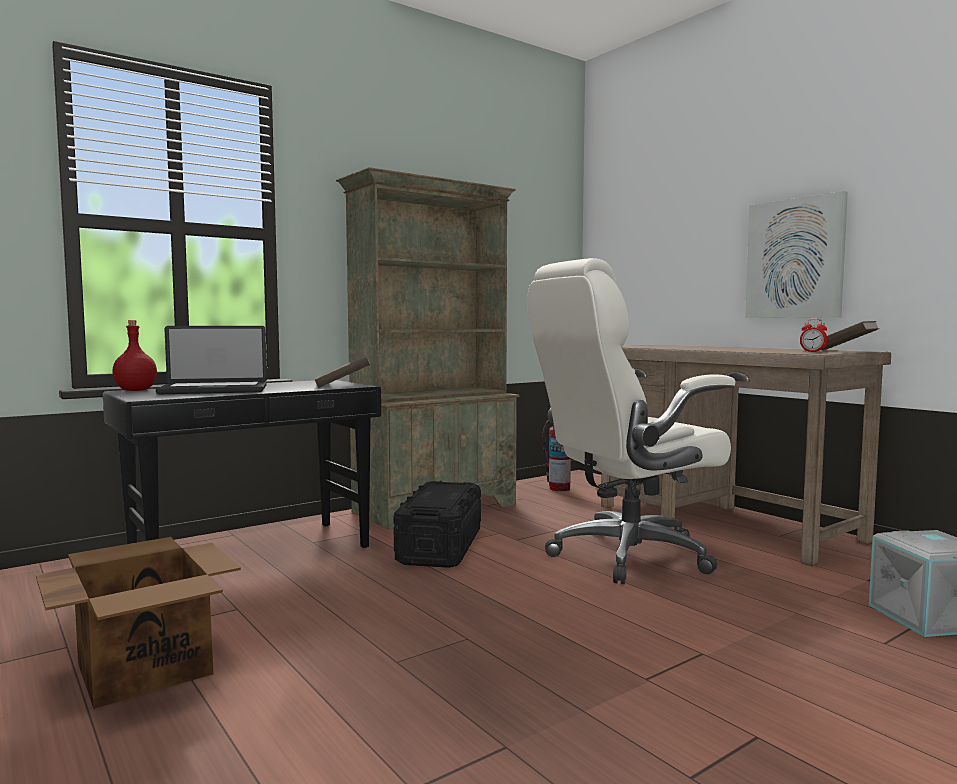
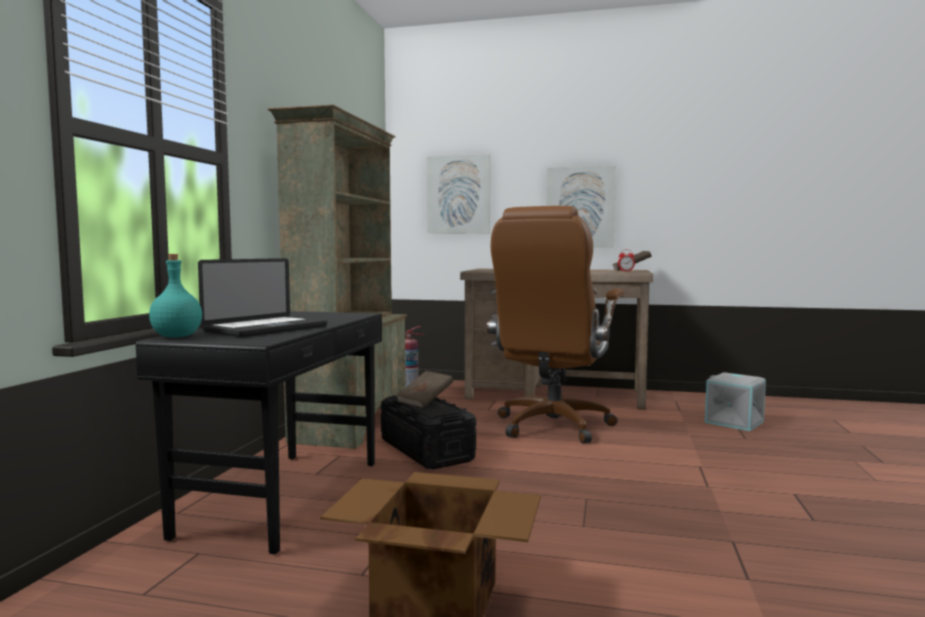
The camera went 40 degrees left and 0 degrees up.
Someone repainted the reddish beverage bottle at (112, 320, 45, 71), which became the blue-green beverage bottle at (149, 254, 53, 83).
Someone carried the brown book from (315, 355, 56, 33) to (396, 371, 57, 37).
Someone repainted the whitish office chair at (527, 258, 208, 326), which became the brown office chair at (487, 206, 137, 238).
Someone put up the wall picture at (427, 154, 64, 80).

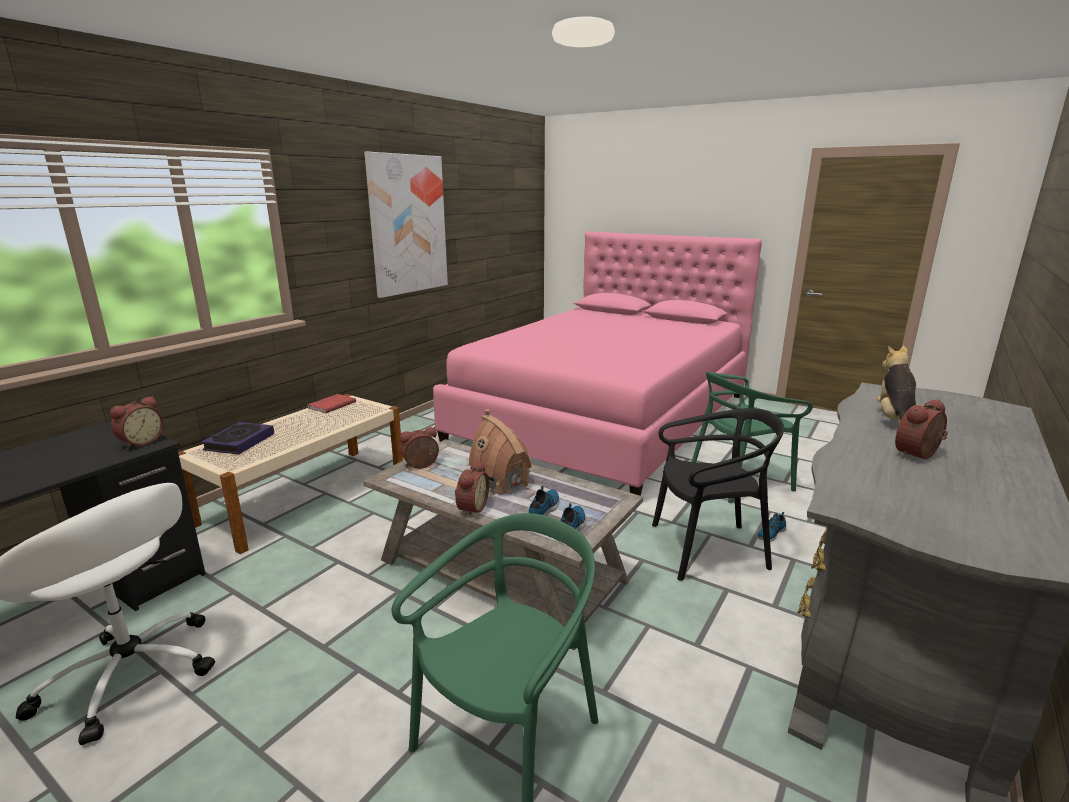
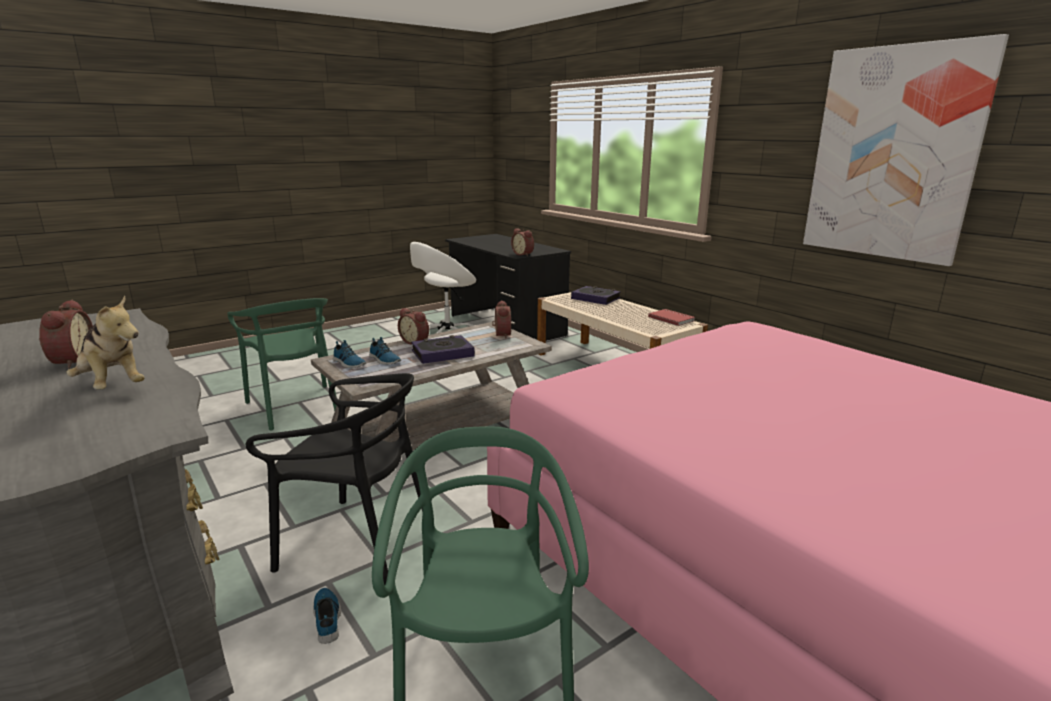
The camera went 110 degrees right and 0 degrees up.
Someone swapped the model house at (468, 409, 64, 86) for the book at (411, 335, 64, 29).
Someone rotated the black plain chair at (652, 408, 132, 173) by 90 degrees counterclockwise.

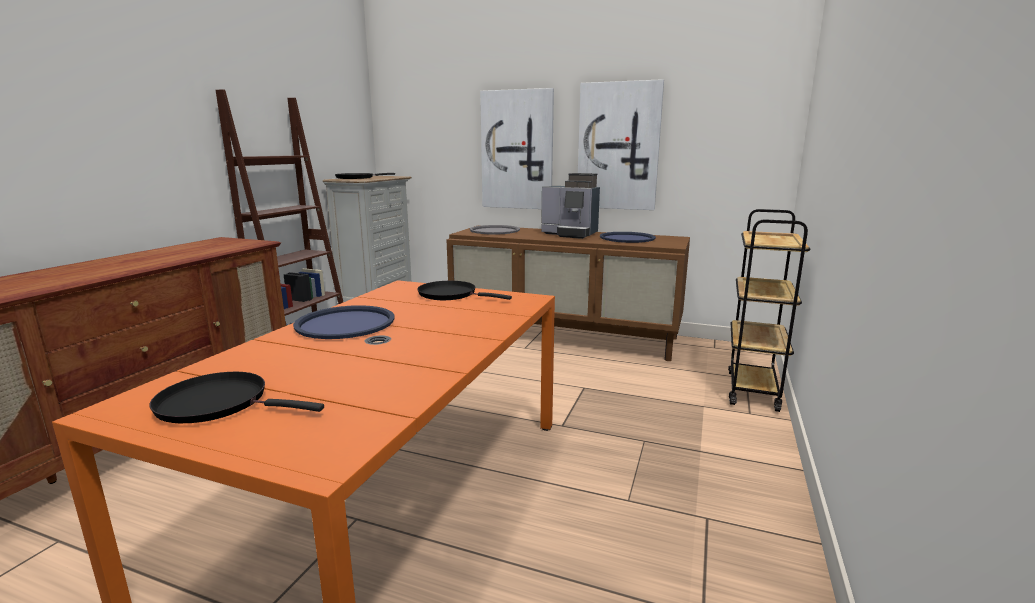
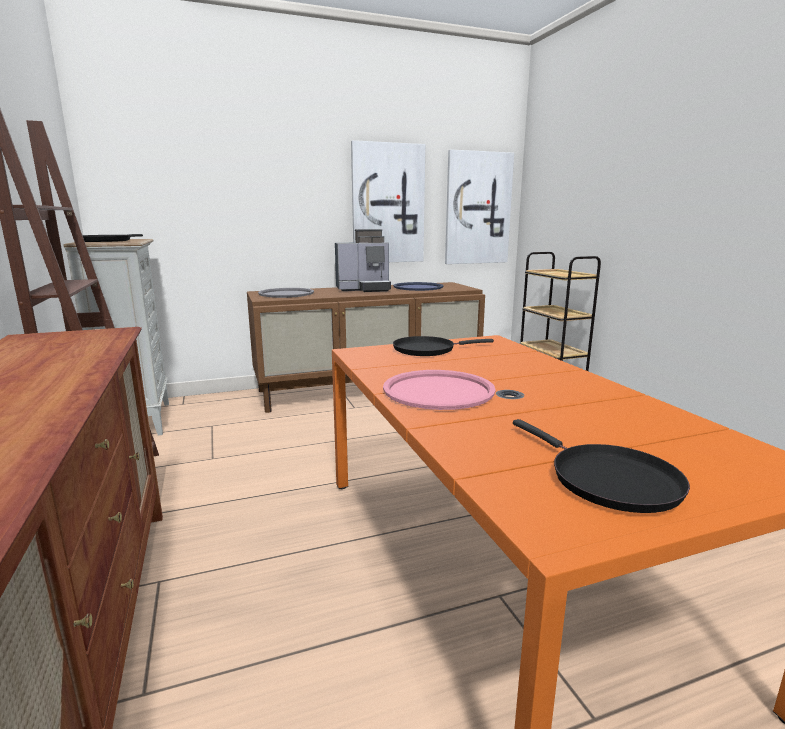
The camera went 40 degrees left and 0 degrees up.
Someone rotated the black frying pan at (149, 372, 175, 51) by 90 degrees counterclockwise.
Someone repainted the blue-coloured tray at (293, 305, 102, 34), which became the pink tray at (383, 370, 113, 40).
Someone carried the wall picture from (480, 88, 74, 121) to (445, 149, 69, 115).

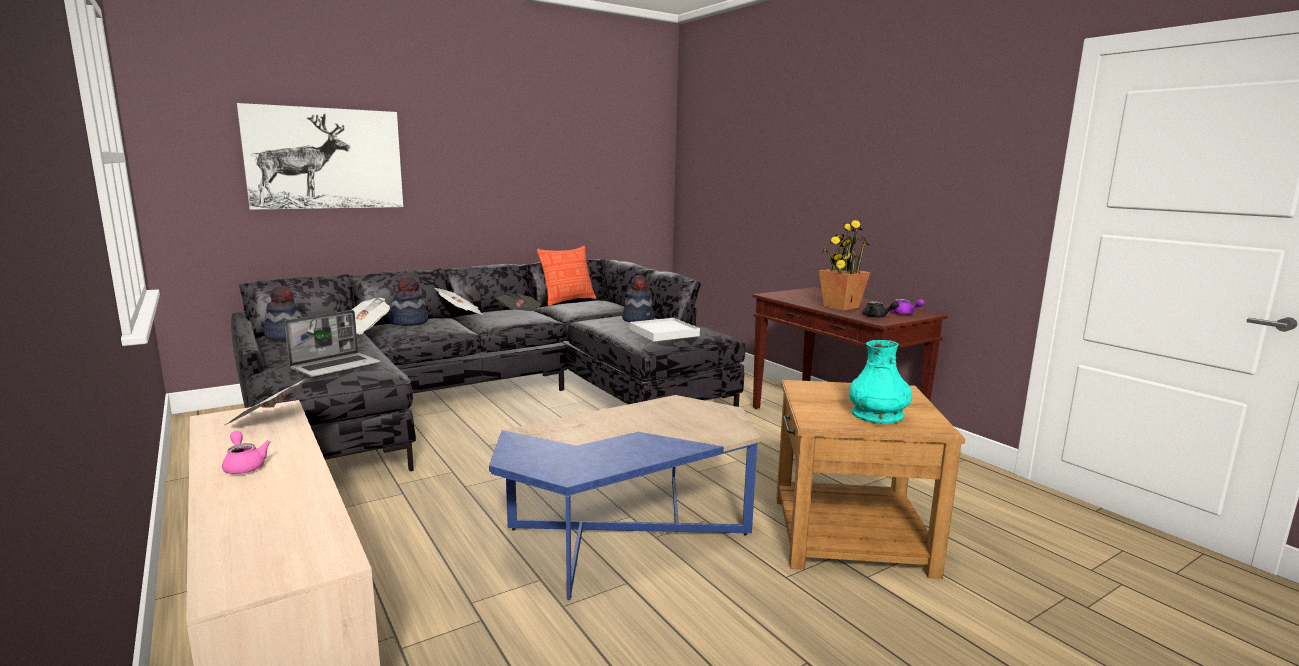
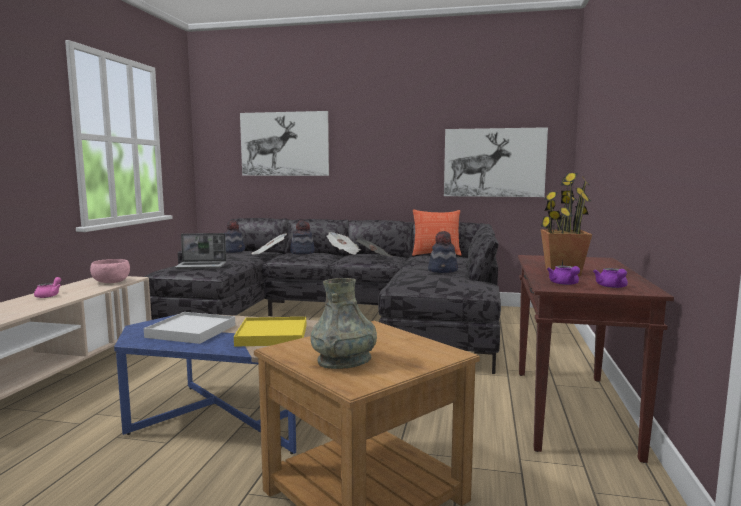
The camera went 45 degrees right and 5 degrees down.
Someone swapped the daily paper at (225, 378, 84, 47) for the pink serving bowl at (90, 259, 40, 24).
Someone carried the whitish tray from (629, 318, 71, 24) to (144, 312, 91, 32).
Someone repainted the blue-green flower vase at (849, 340, 63, 84), which became the gray flower vase at (311, 278, 66, 91).
Someone repainted the black pot for tea at (863, 301, 36, 17), which became the purple pot for tea at (547, 265, 33, 20).
Someone put down the yellowish tray at (234, 317, 72, 30).
Someone put up the wall picture at (444, 127, 104, 70).

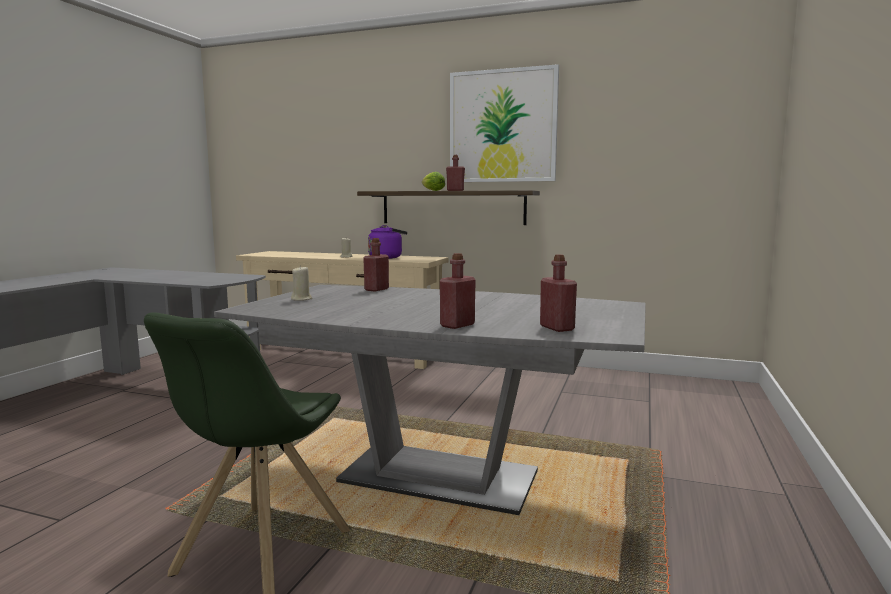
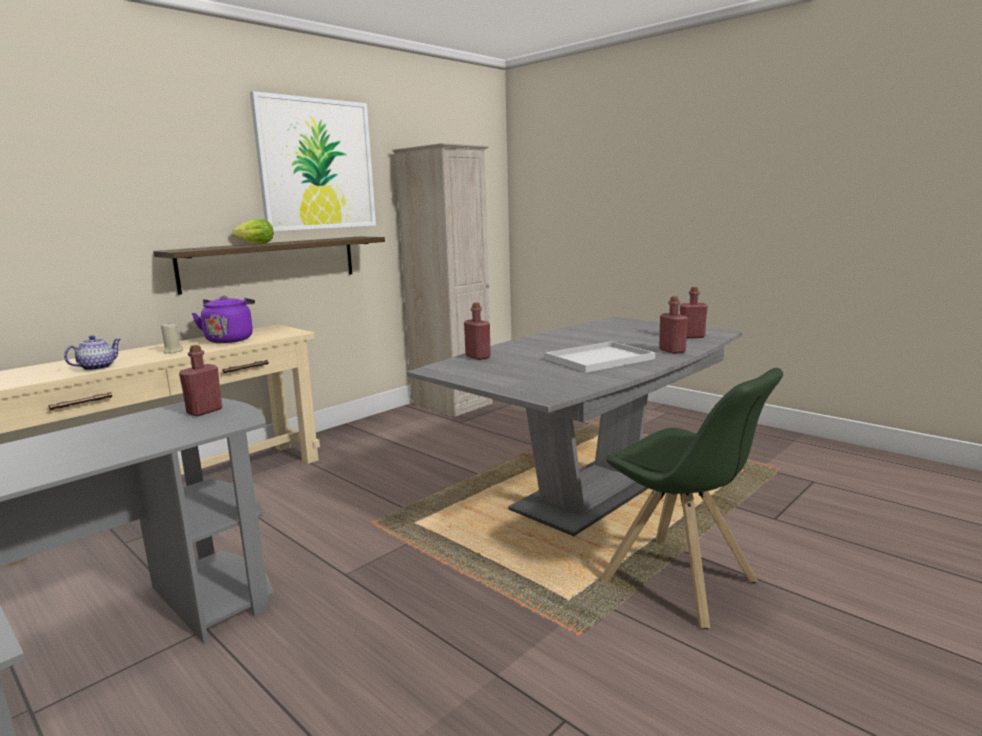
The camera went 65 degrees left and 5 degrees up.
Someone took away the beige-coloured wax light at (291, 265, 22, 36).
Someone carried the reddish beverage bottle from (446, 155, 19, 36) to (179, 345, 43, 71).
Someone put down the pot for tea at (64, 335, 57, 35).
Someone put down the beige-coloured storage cabinet at (392, 143, 100, 274).
Someone put down the whitish tray at (545, 341, 110, 32).

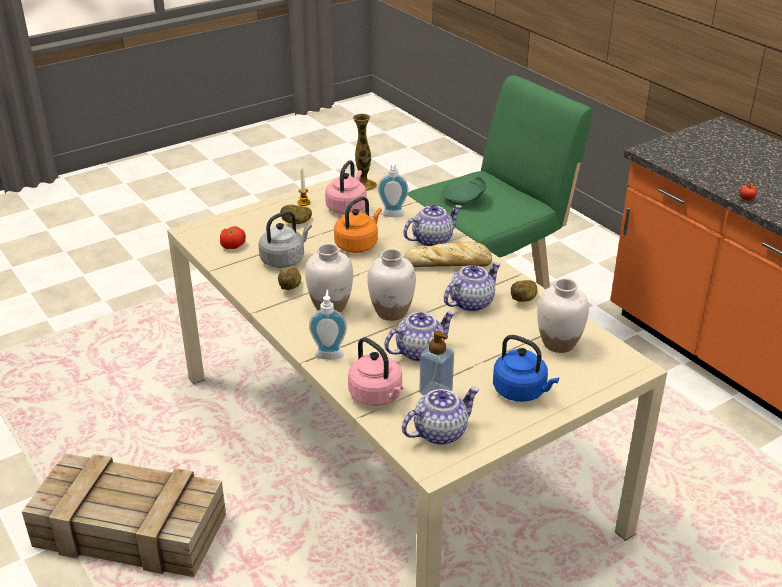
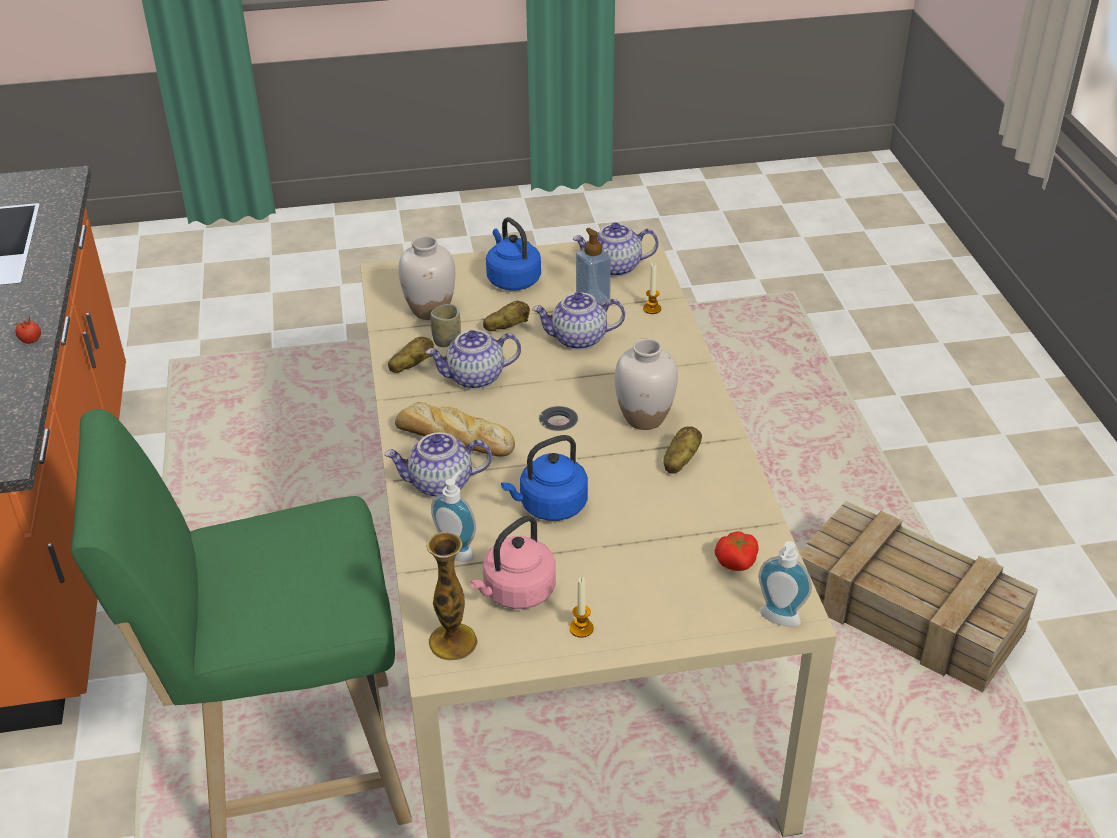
The camera went 155 degrees left and 5 degrees up.
Someone took away the gray kettle at (258, 211, 54, 57).
Someone carried the spud from (280, 204, 32, 20) to (483, 301, 47, 30).
Someone carried the soap bottle from (309, 290, 38, 70) to (758, 541, 54, 86).
Someone repainted the orange kettle at (334, 196, 48, 57), which became the blue-coloured kettle at (501, 435, 87, 86).
Someone swapped the pink kettle at (348, 337, 55, 69) for the wax light at (643, 263, 18, 51).
Someone took away the whitish flower vase at (367, 249, 49, 72).
Someone took away the green-coloured plate at (441, 176, 46, 29).
Someone put down the small cup at (430, 304, 31, 43).

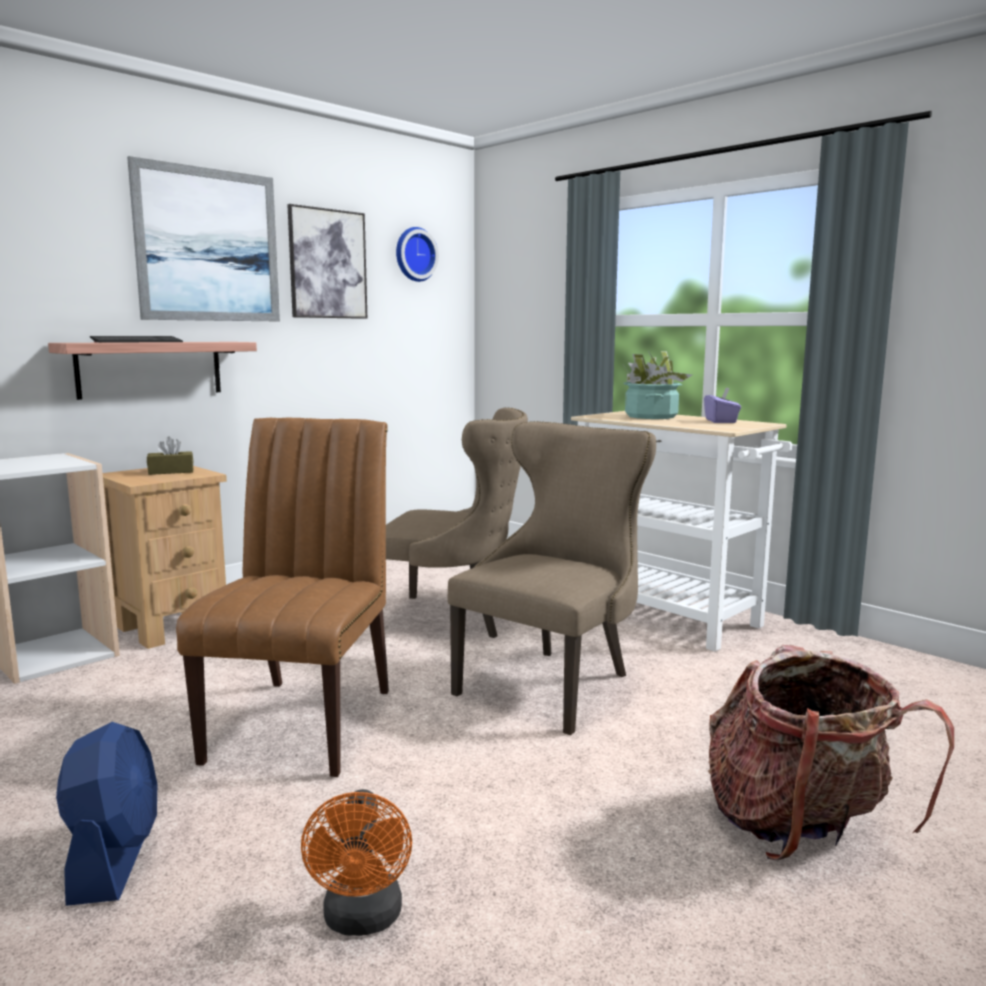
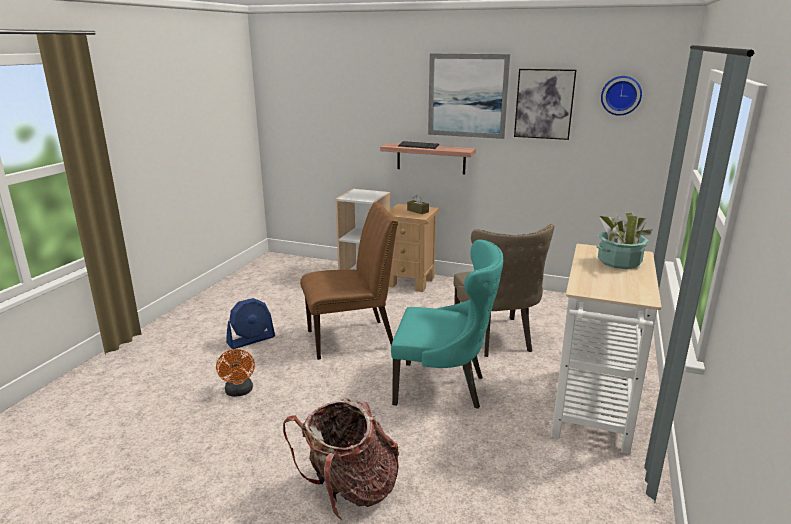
The camera went 65 degrees right and 10 degrees up.
Someone rotated the orange electric fan at (301, 789, 111, 147) by 75 degrees counterclockwise.
Someone repainted the beige-coloured plain chair at (448, 421, 208, 314), which became the blue-green plain chair at (391, 239, 112, 170).
Someone took away the purple tissue box at (704, 388, 37, 35).

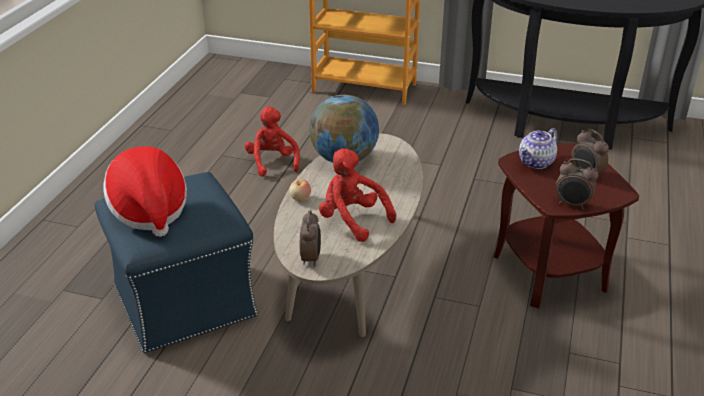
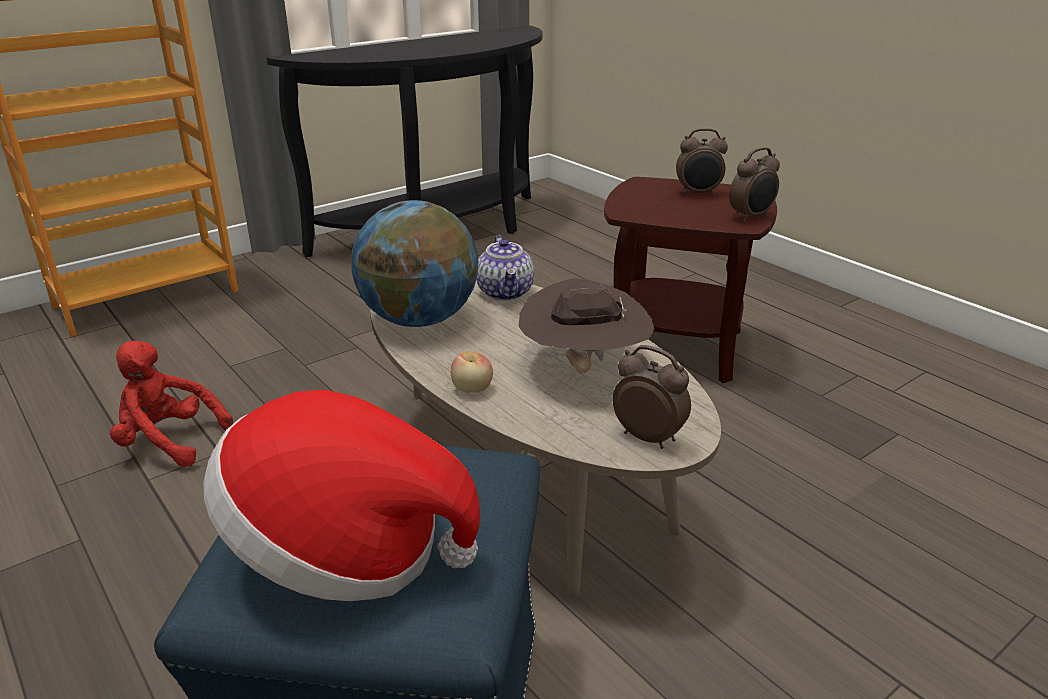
The camera went 55 degrees left and 5 degrees down.
Someone swapped the reddish cuddly toy at (319, 149, 77, 93) for the brown clothing hat at (519, 278, 135, 95).
Someone carried the pot for tea from (519, 128, 39, 41) to (476, 235, 58, 66).

